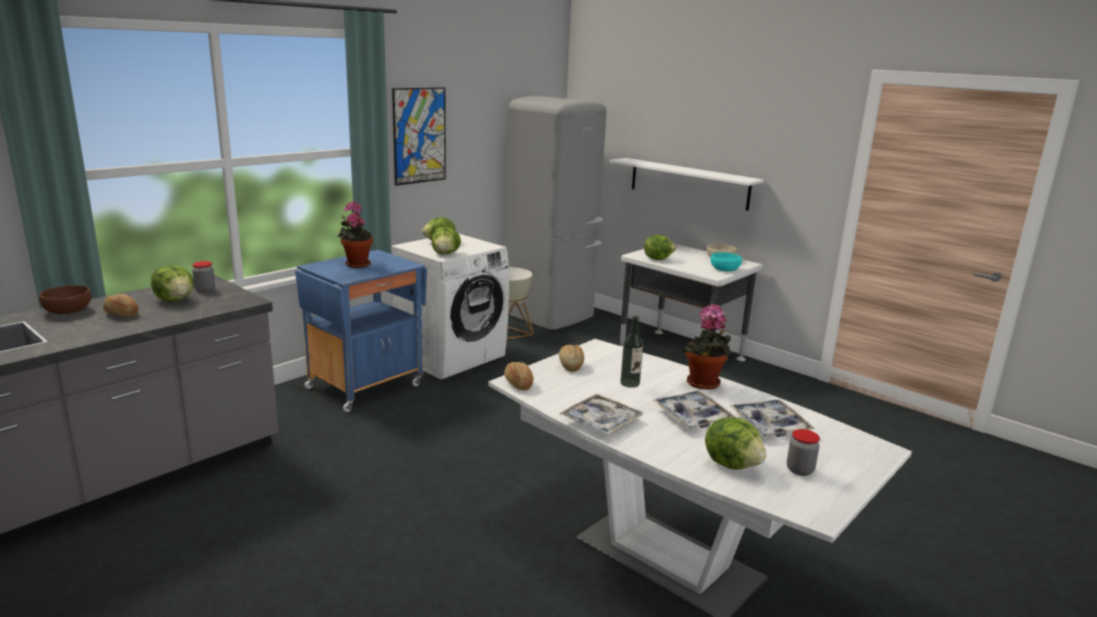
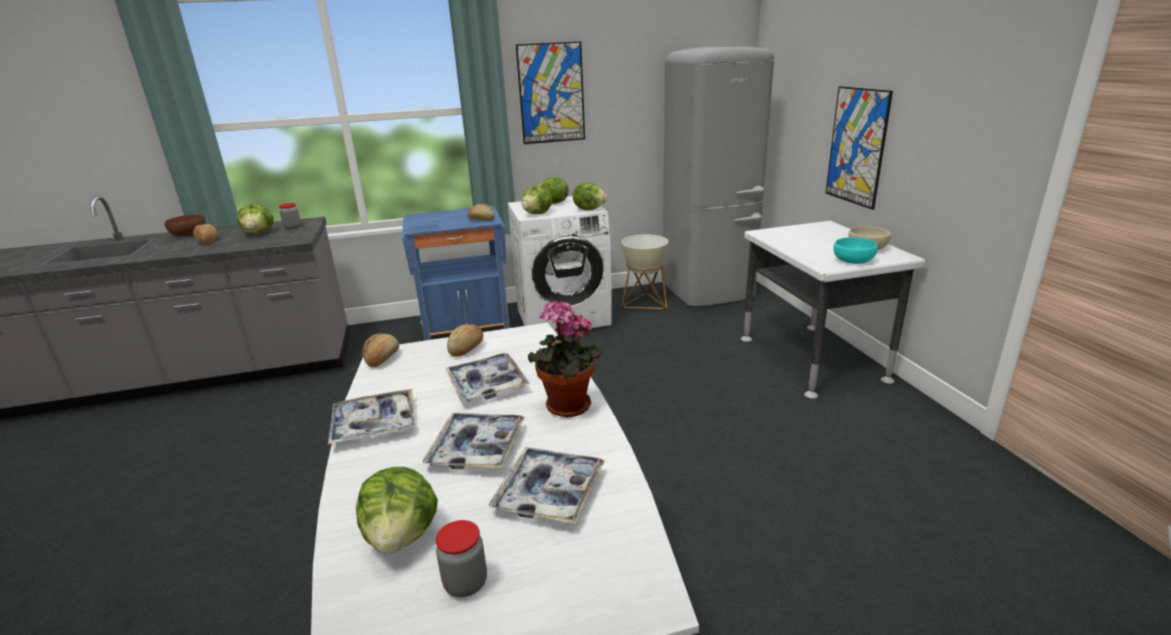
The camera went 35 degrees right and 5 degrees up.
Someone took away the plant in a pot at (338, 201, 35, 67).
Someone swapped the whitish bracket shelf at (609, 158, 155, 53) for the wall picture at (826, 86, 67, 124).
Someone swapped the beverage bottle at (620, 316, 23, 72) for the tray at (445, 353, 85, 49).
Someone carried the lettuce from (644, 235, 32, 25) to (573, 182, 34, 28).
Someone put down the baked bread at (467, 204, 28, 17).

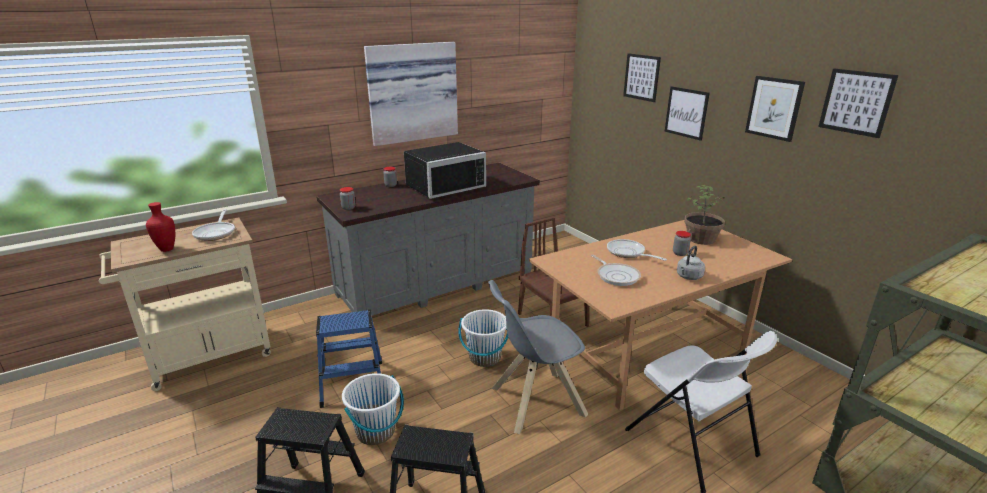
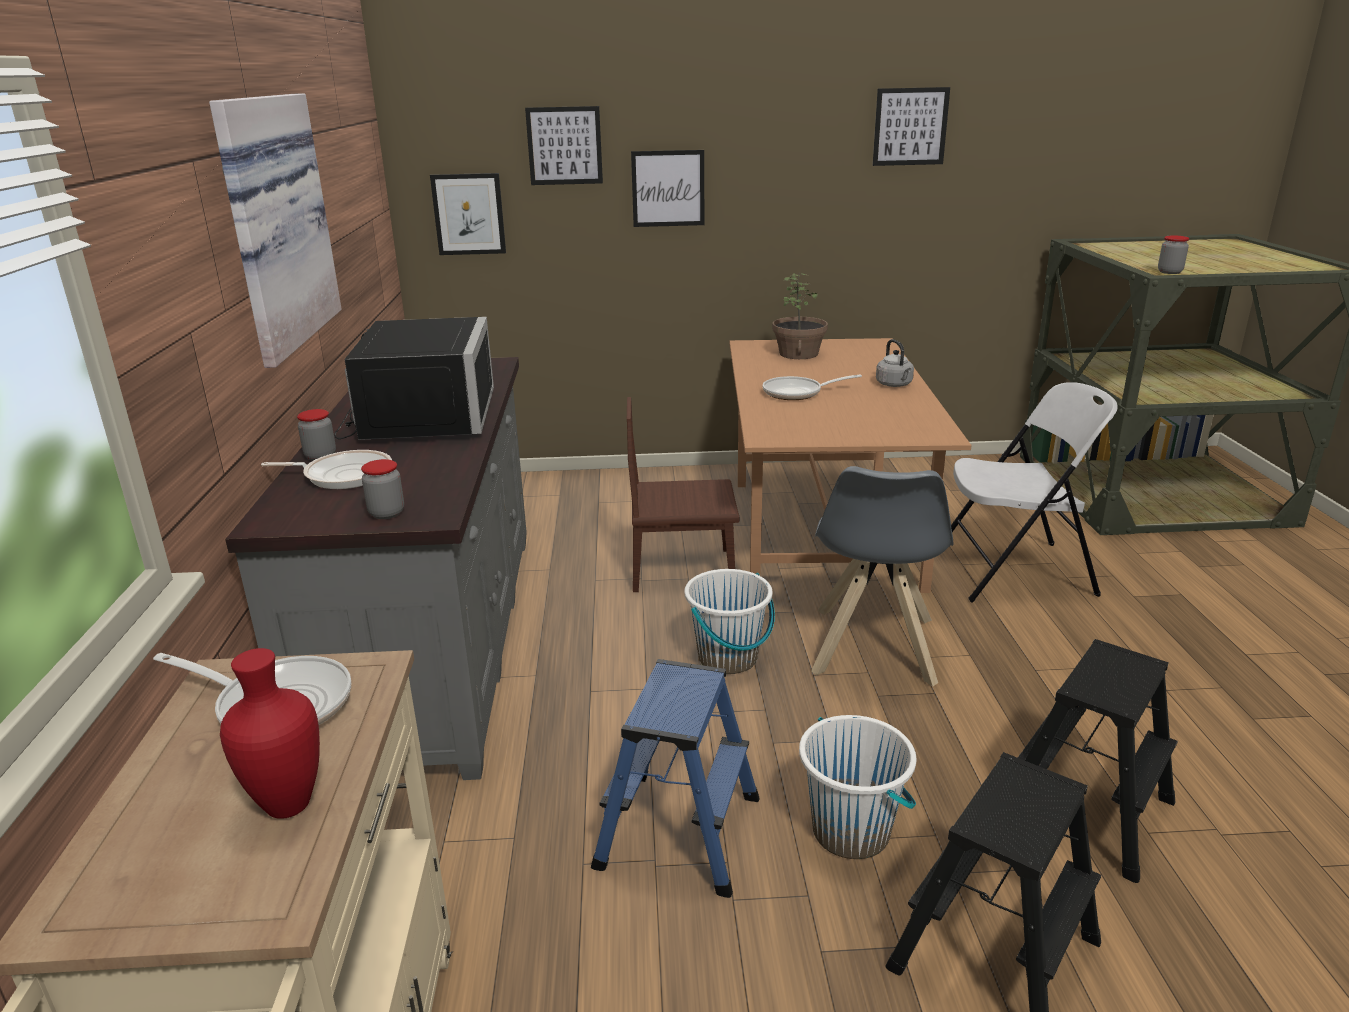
The camera went 60 degrees left and 0 degrees up.
Someone carried the frying pan from (591, 255, 50, 31) to (261, 450, 131, 39).
Someone carried the storage jar from (673, 231, 18, 25) to (1158, 236, 31, 38).
Someone carried the wall picture from (745, 76, 60, 66) to (430, 173, 76, 82).

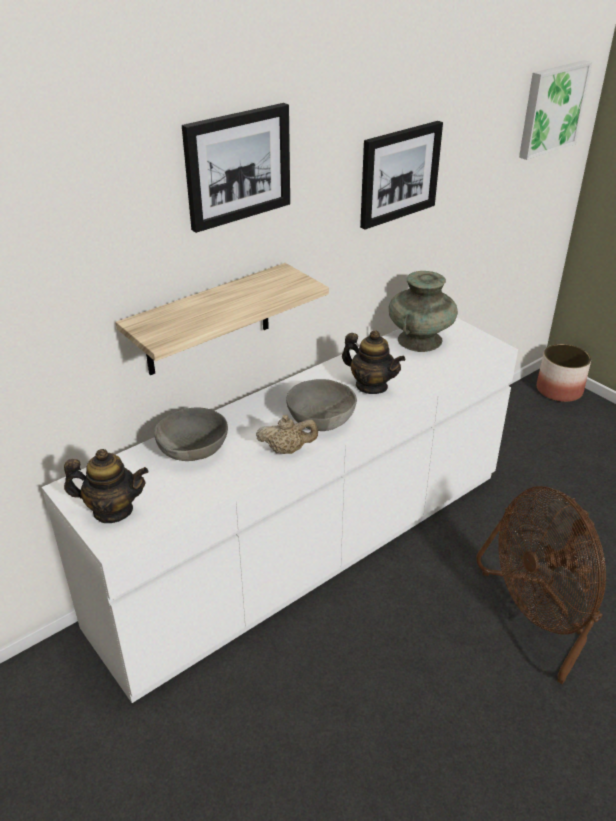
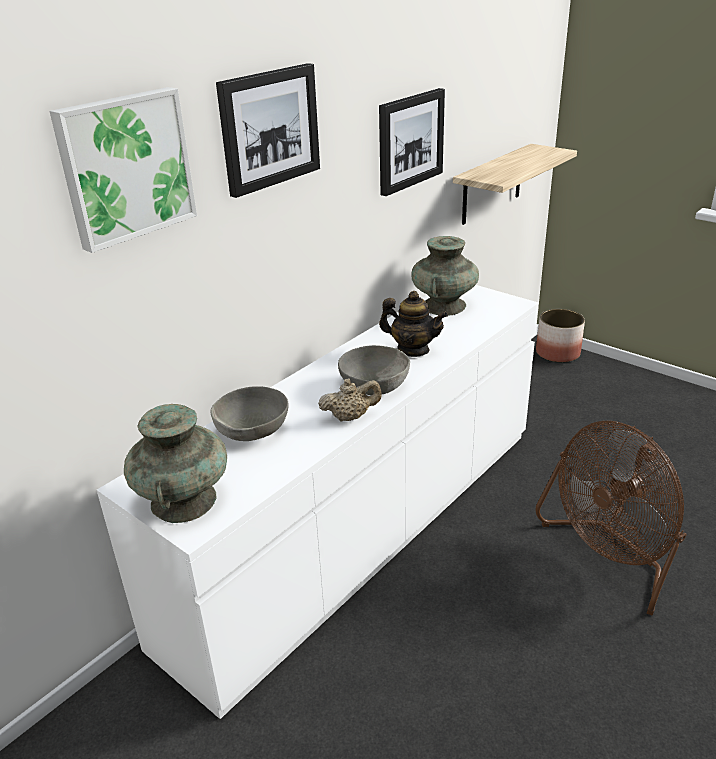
The camera went 10 degrees left and 5 degrees down.
Someone swapped the pot for tea at (64, 449, 84, 74) for the blue-green flower vase at (124, 404, 103, 119).
Someone carried the bracket shelf from (116, 263, 213, 112) to (453, 144, 124, 81).
Someone carried the wall picture from (519, 60, 73, 100) to (49, 87, 148, 166).

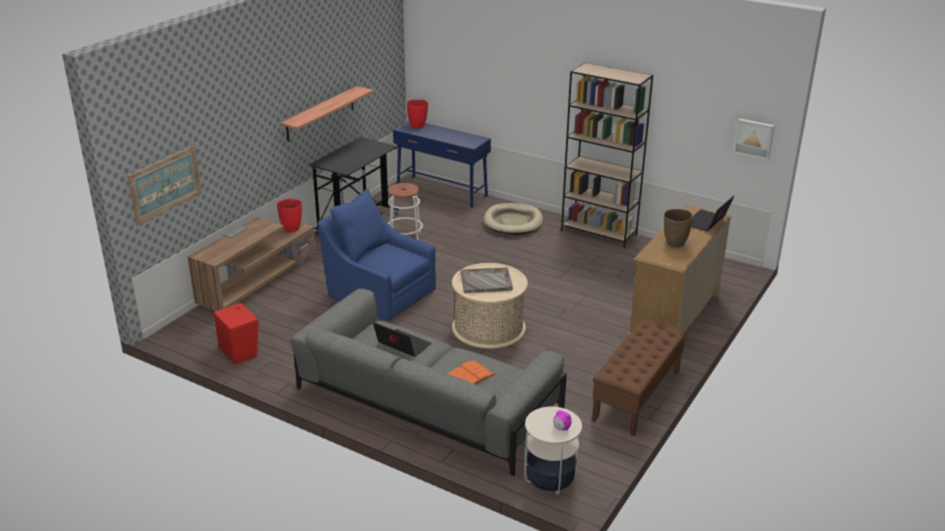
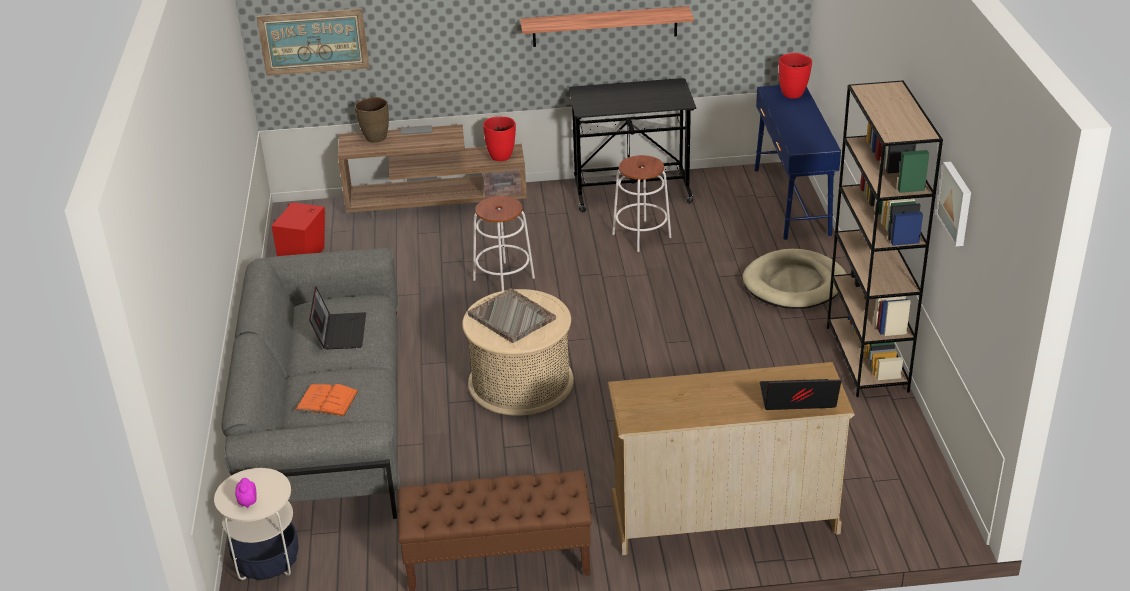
The camera went 55 degrees right and 5 degrees up.
Someone swapped the blue-coloured lounge chair at (318, 189, 118, 133) for the whitish stool at (473, 196, 62, 95).
Someone carried the brown flower vase from (664, 209, 29, 38) to (355, 97, 34, 46).
Someone carried the wall picture from (733, 119, 42, 41) to (936, 161, 35, 85).

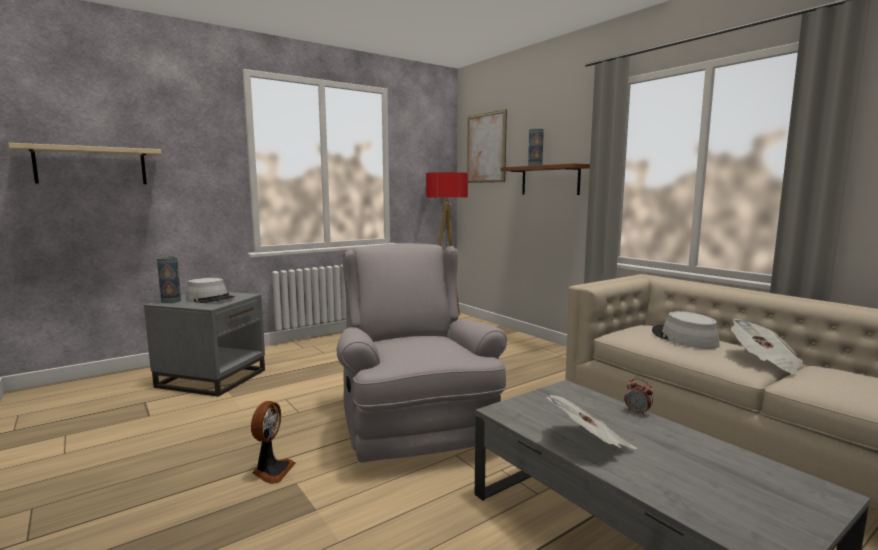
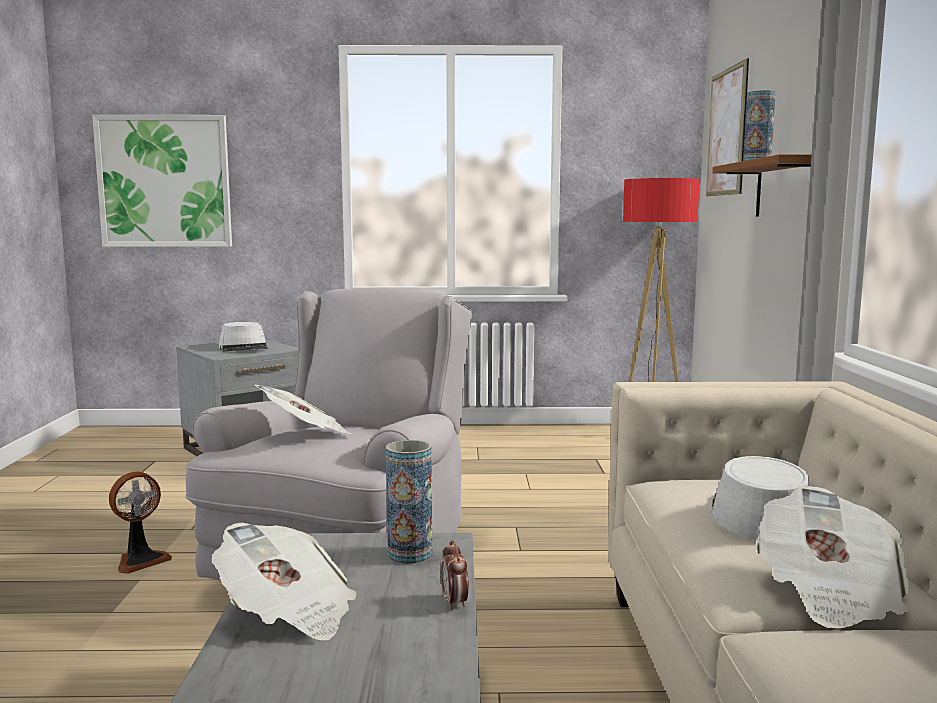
The camera went 35 degrees right and 0 degrees up.
Someone swapped the beige-coloured bracket shelf at (8, 143, 154, 41) for the wall picture at (92, 115, 140, 132).
Someone carried the flower vase from (157, 256, 24, 47) to (386, 440, 46, 124).
Someone put down the daily paper at (255, 385, 96, 49).

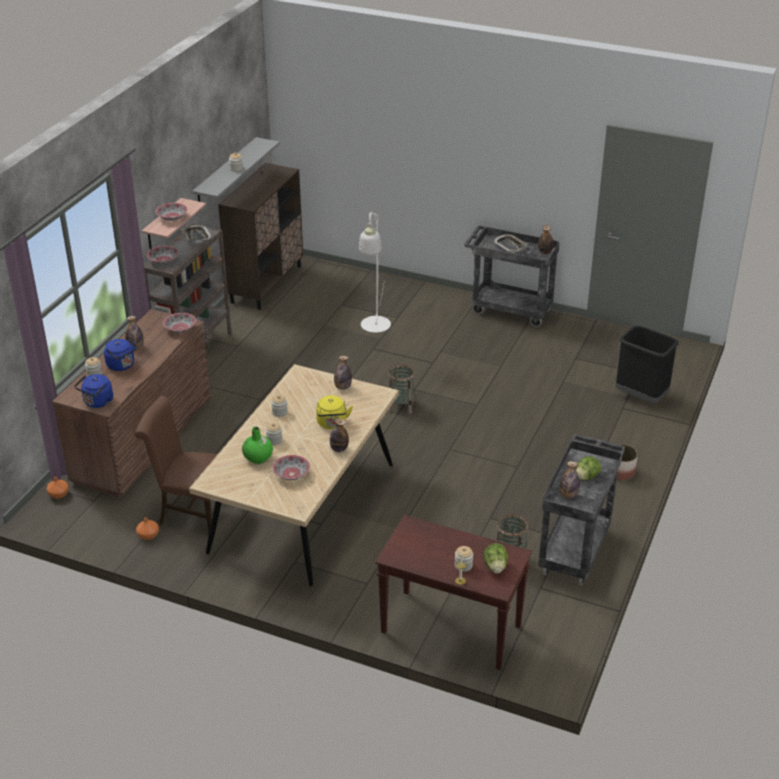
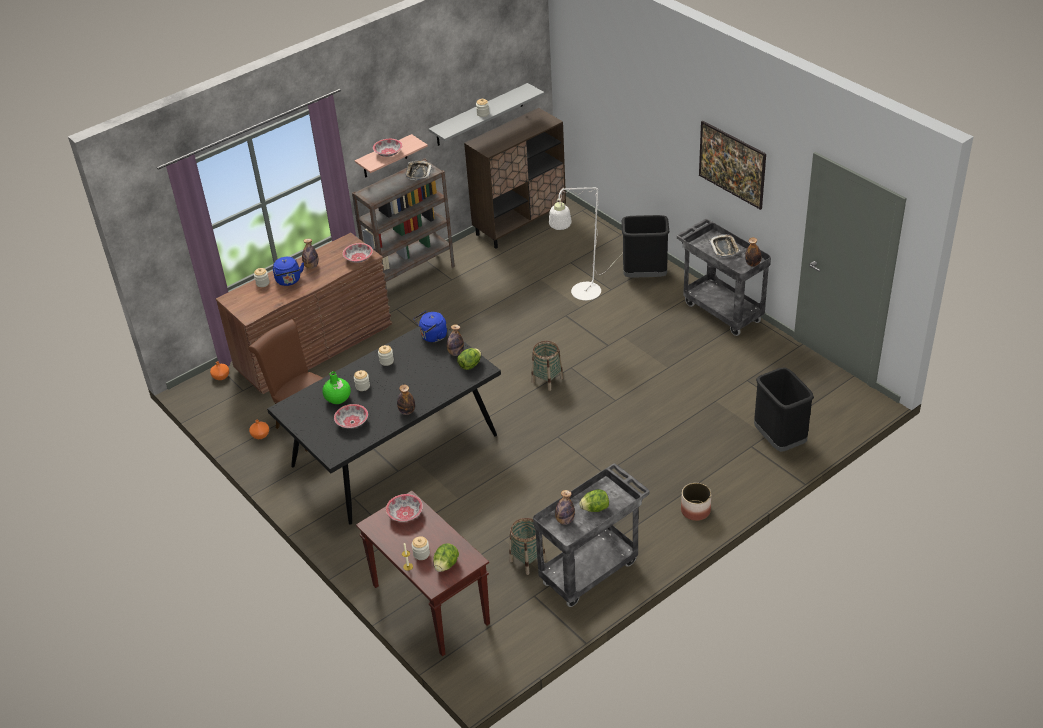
The camera went 30 degrees right and 5 degrees up.
Someone carried the blue-coloured kettle from (74, 374, 39, 34) to (414, 311, 33, 31).
Someone carried the serving bowl from (147, 246, 32, 18) to (386, 494, 37, 28).
Someone repainted the beige-coloured kitchen table at (189, 364, 210, 222), which became the black kitchen table at (267, 326, 234, 199).
Someone took away the yellowish kettle at (316, 395, 37, 34).
Someone put down the lettuce at (457, 348, 24, 22).
Someone put down the black rubbish bin at (622, 215, 47, 62).
Someone put up the wall picture at (699, 121, 67, 89).

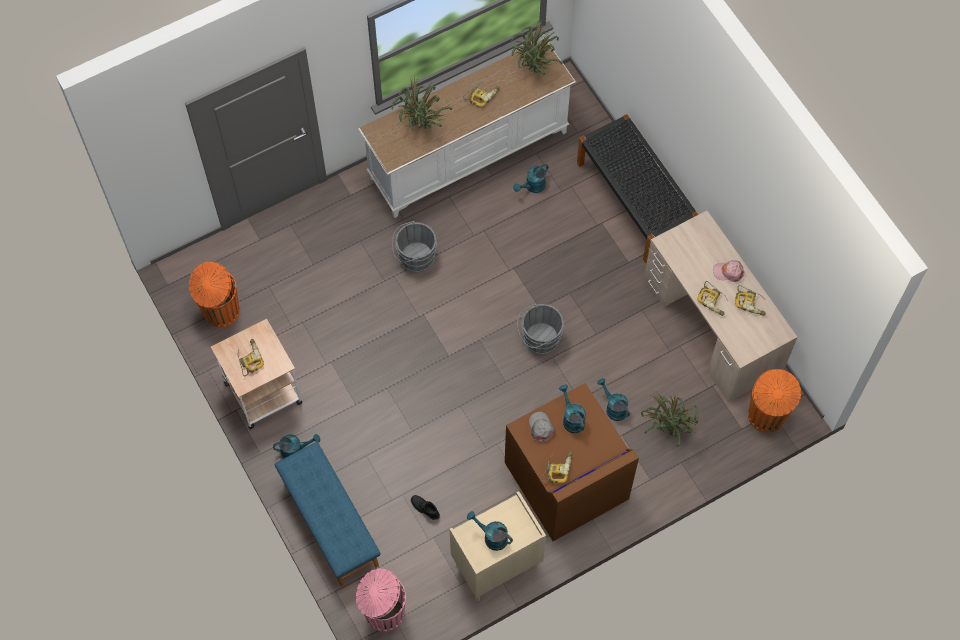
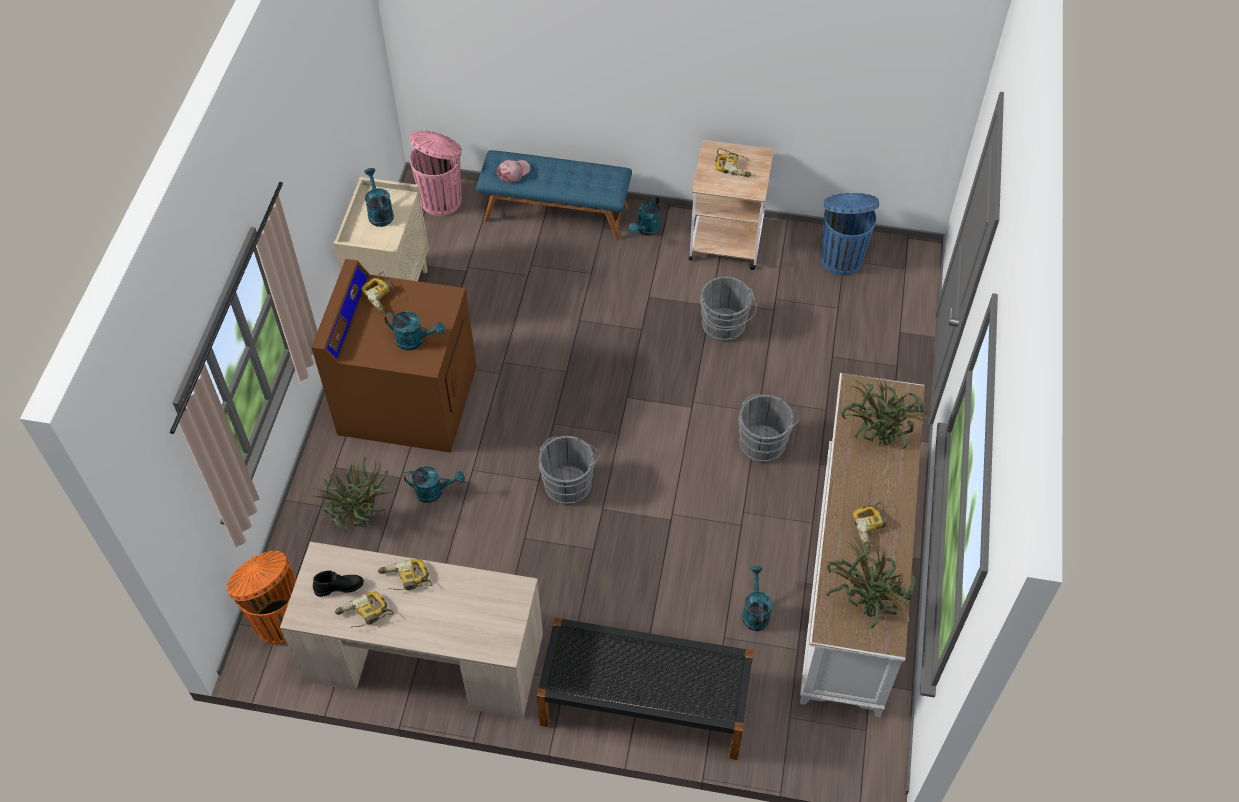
The camera went 130 degrees right and 10 degrees down.
Someone repainted the orange rubbish bin at (189, 262, 50, 66), which became the blue-coloured rubbish bin at (821, 193, 58, 82).
Someone carried the black tall boot from (411, 495, 29, 25) to (313, 570, 51, 27).
Someone rotated the blue-green watering pot at (467, 511, 46, 40) by 90 degrees counterclockwise.
Someone took away the gray peaked cap at (529, 412, 26, 30).
Someone carried the pink peaked cap from (713, 260, 31, 22) to (497, 160, 34, 22).
Someone put down the gray bucket at (700, 277, 56, 64).

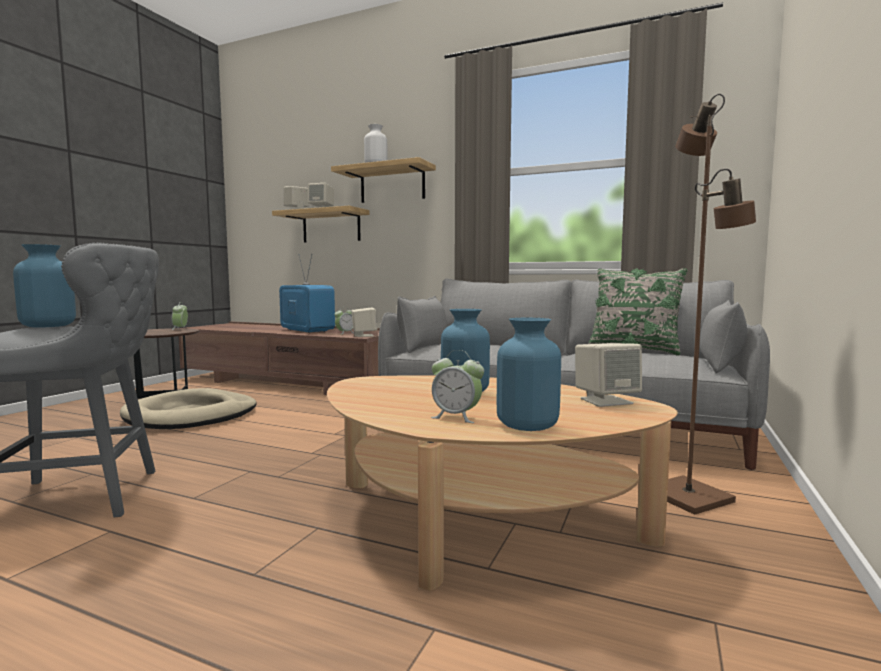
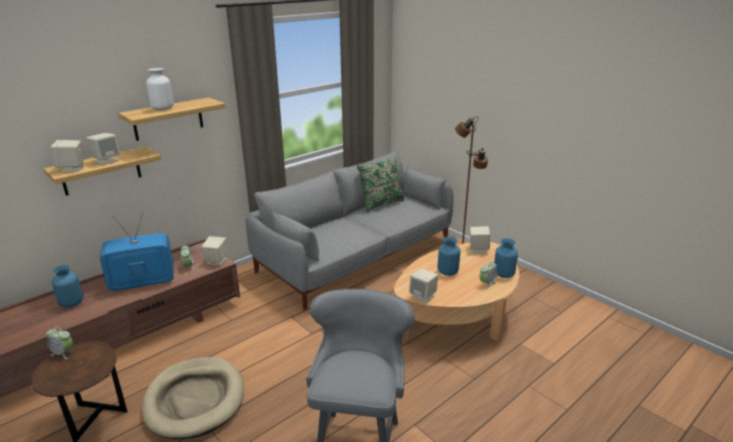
The camera went 65 degrees left and 20 degrees up.
Someone carried the blue-coloured flower vase from (13, 244, 63, 84) to (52, 265, 32, 43).
Someone put down the beige-coloured loudspeaker at (409, 268, 29, 35).

